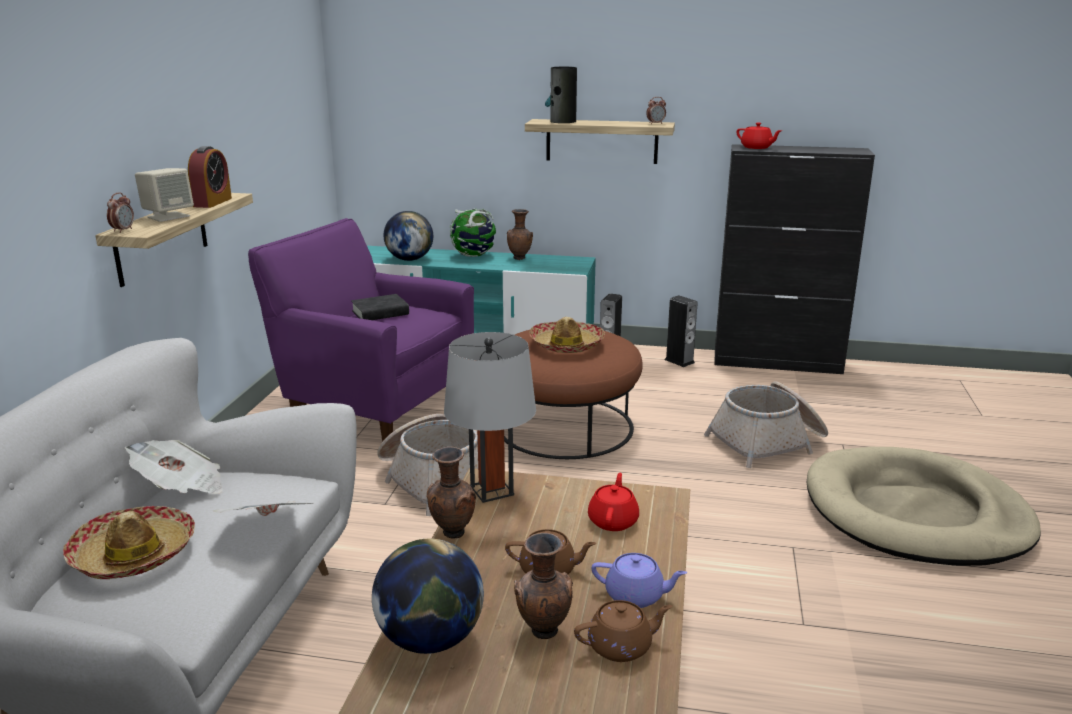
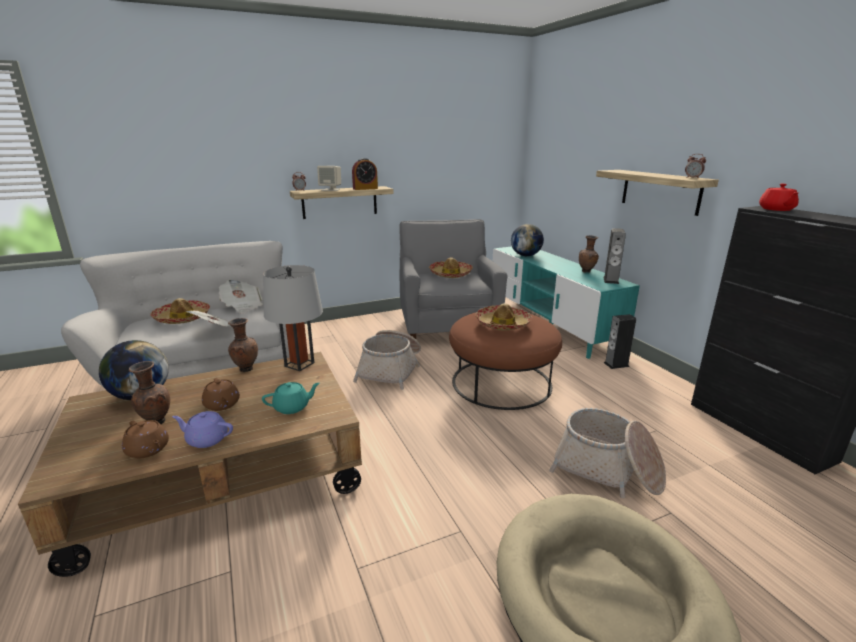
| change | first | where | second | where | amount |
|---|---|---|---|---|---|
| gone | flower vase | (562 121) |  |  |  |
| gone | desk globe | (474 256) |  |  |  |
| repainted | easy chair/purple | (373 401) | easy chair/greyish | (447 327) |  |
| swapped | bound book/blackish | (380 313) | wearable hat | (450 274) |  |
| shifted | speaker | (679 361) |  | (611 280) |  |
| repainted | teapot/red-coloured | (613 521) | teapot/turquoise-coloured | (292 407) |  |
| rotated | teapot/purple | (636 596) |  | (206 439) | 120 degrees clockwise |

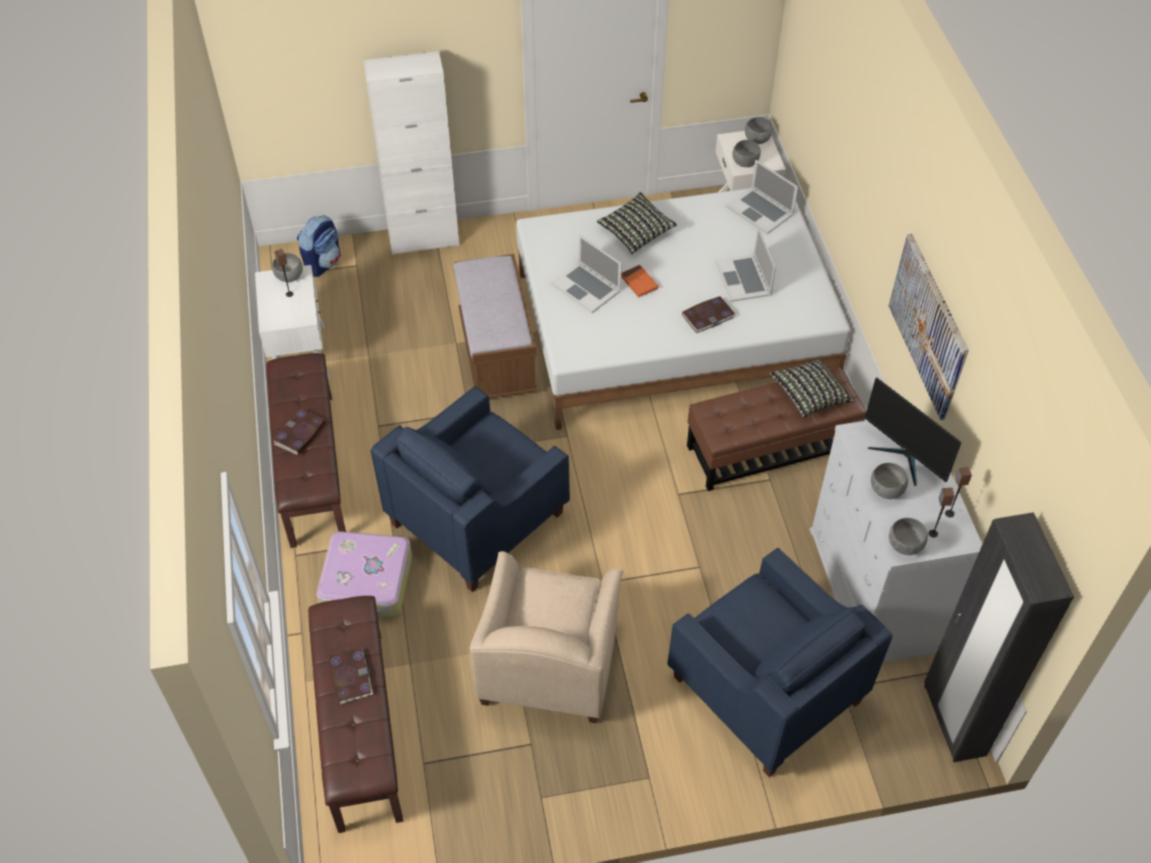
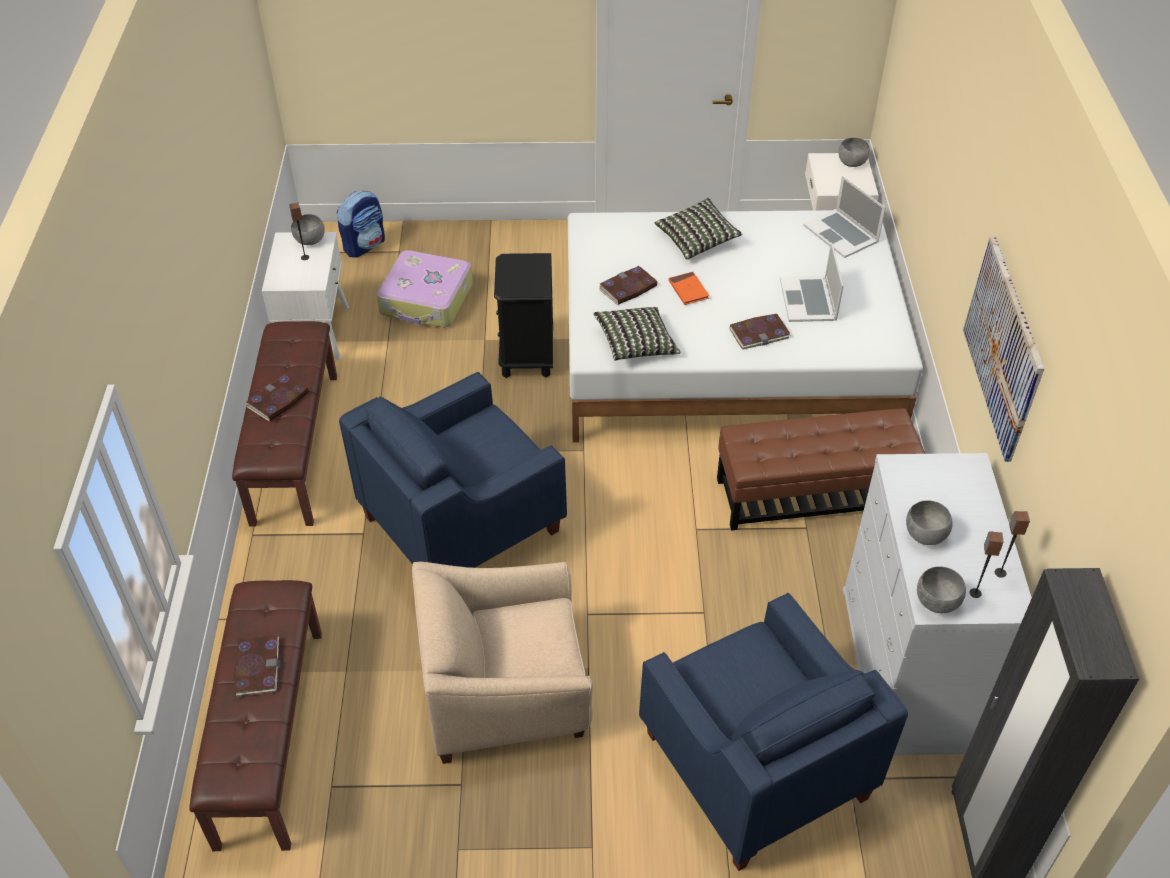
| change | first | where | second | where | amount |
|---|---|---|---|---|---|
| gone | cupboard/white | (424 239) |  |  |  |
| gone | bowl/greyish | (745 163) |  |  |  |
| swapped | laptop | (586 287) | bound book | (628 288) |  |
| swapped | bench/brownish | (497 353) | night table/blackish | (527 356) |  |
| shifted | cushion | (809 396) |  | (635 344) |  |
| gone | computer screen | (904 457) |  |  |  |
| shifted | piece of luggage | (367 584) |  | (427 300) |  |
| rotated | easy chair/beige-coloured | (549 661) |  | (505 693) | 60 degrees clockwise |

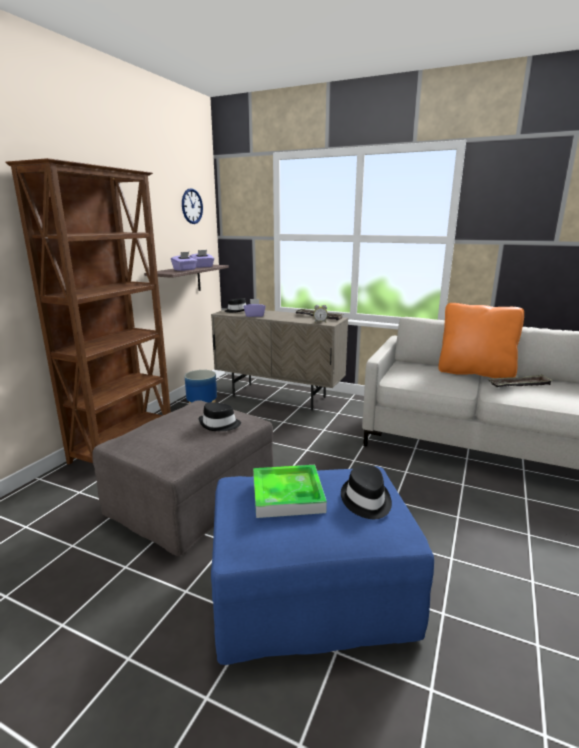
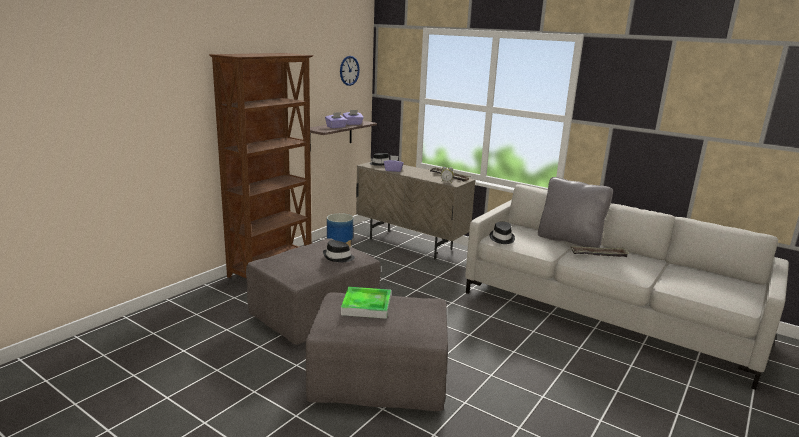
| change | first | where | second | where | amount |
|---|---|---|---|---|---|
| repainted | cushion/orangey | (475 373) | cushion/greyish | (569 240) |  |
| shifted | wearable hat/blackish | (366 500) |  | (502 238) |  |
| repainted | footrest/blue | (311 591) | footrest/greyish | (379 377) |  |

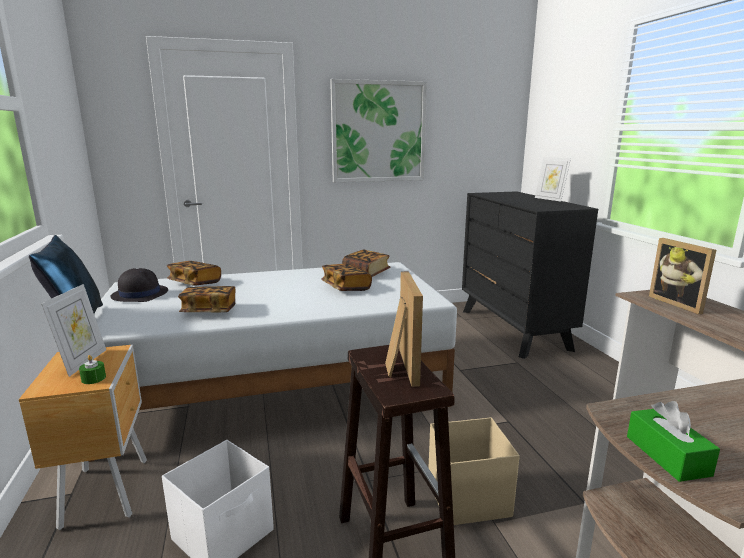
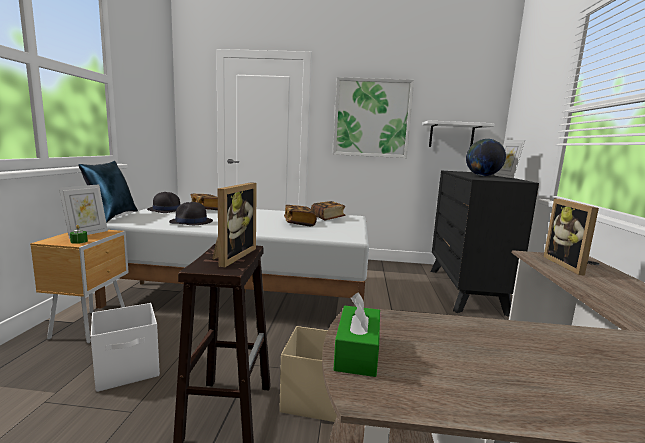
| change | first | where | second | where | amount |
|---|---|---|---|---|---|
| swapped | bound book | (209 311) | wearable hat/blackish | (191 222) |  |
| new |  |  | wall shelf/white | (451 135) |  |
| new |  |  | desk globe | (482 176) |  |

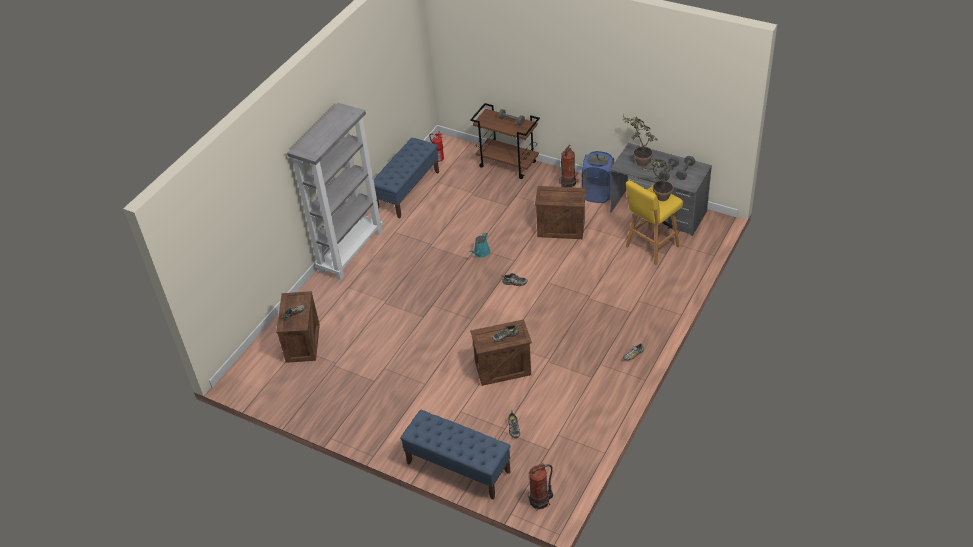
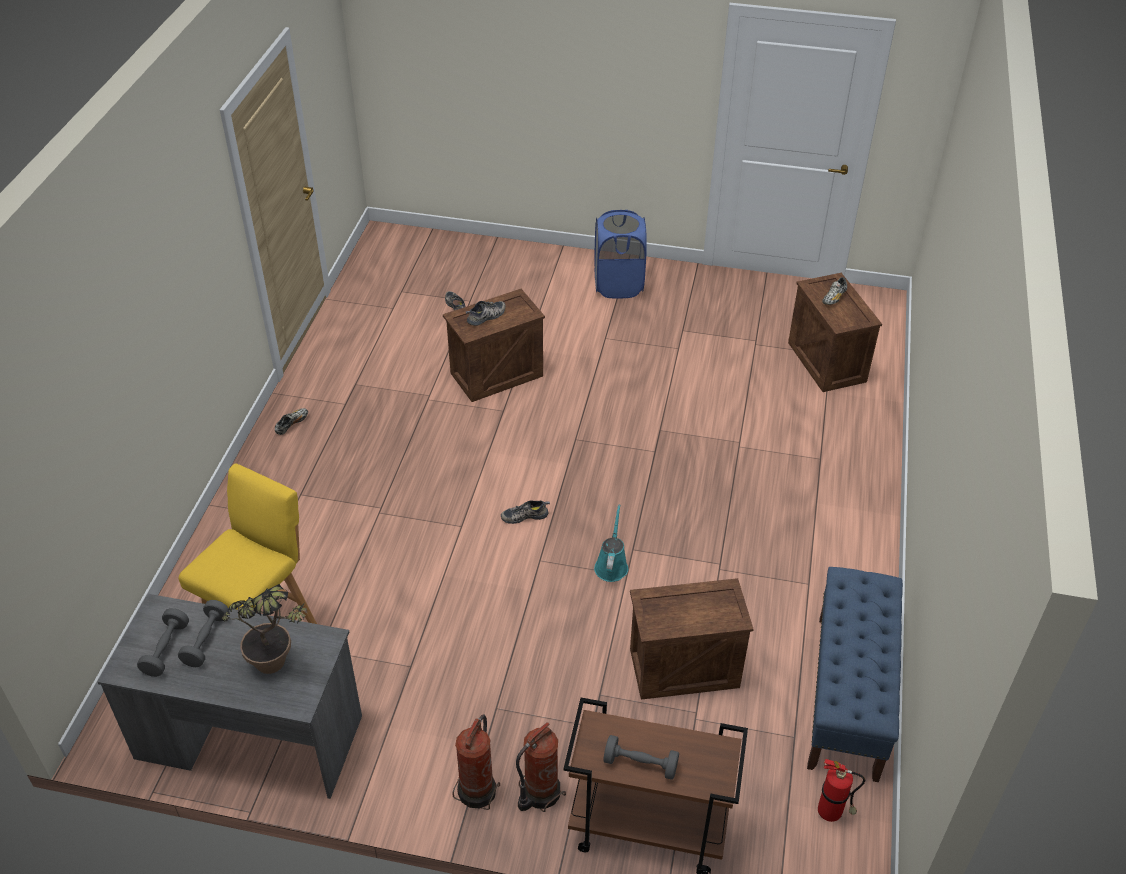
| change | first | where | second | where | amount |
|---|---|---|---|---|---|
| gone | bookshelf/greyish | (351 251) |  |  |  |
| shifted | laundry basket/blue | (597 194) |  | (618 285) |  |
| gone | plant in a pot | (658 198) |  |  |  |
| shifted | packing crate | (560 229) |  | (684 667) |  |
| gone | bench/blue | (458 467) |  |  |  |
| shifted | fire extinguisher | (540 500) |  | (539 793) |  |

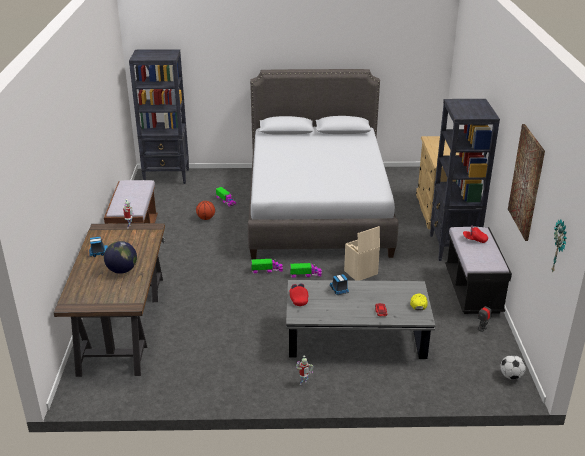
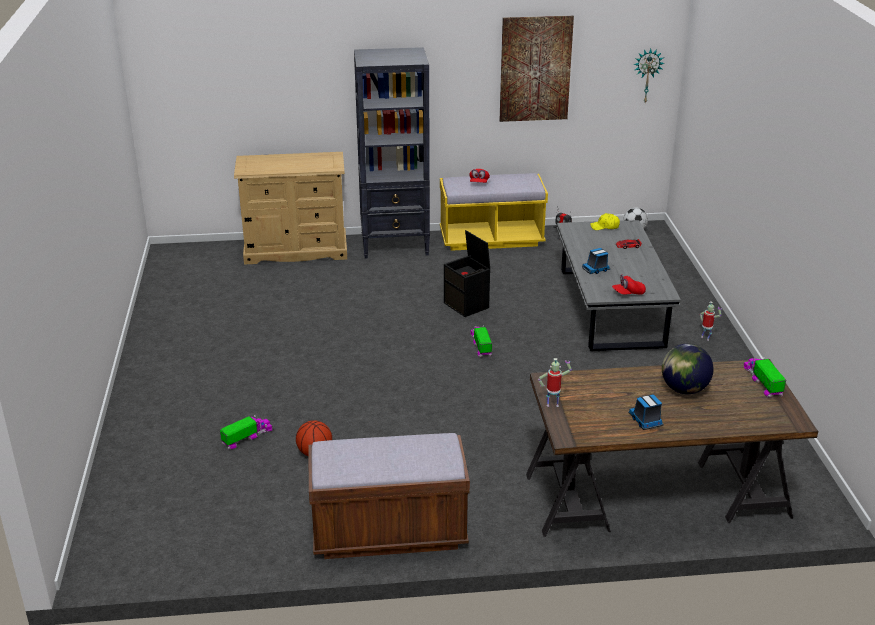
| change | first | where | second | where | amount |
|---|---|---|---|---|---|
| gone | bookshelf/blackish | (167 177) |  |  |  |
| gone | bed/greyish | (317 209) |  |  |  |
| repainted | storage container/beige-coloured | (360 273) | storage container/blackish | (467 305) |  |
| repainted | bench/blackish | (473 291) | bench/yellow-coloured | (491 239) |  |
| shifted | toy truck | (267 270) |  | (762 382) |  |

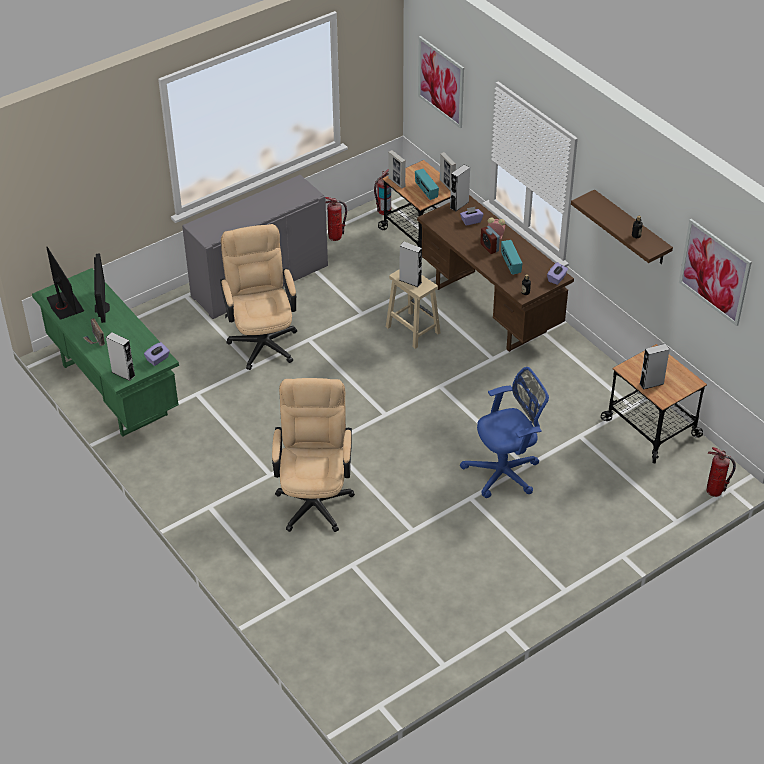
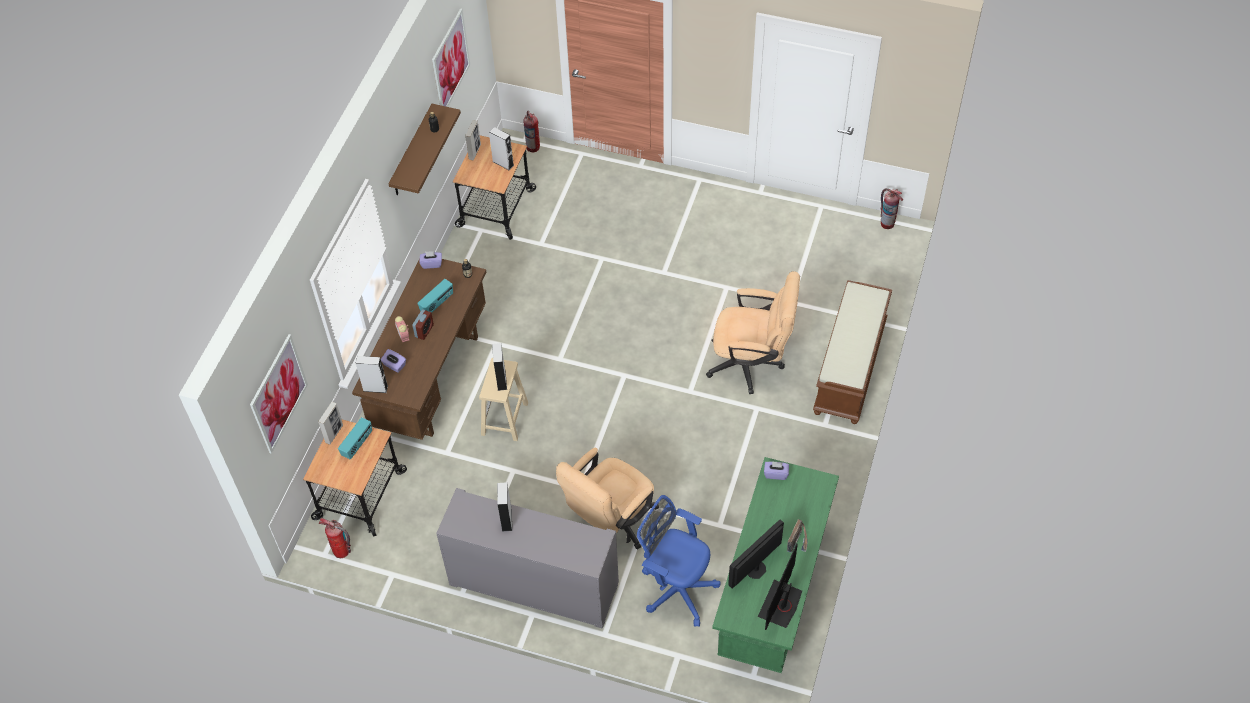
| change | first | where | second | where | amount |
|---|---|---|---|---|---|
| shifted | picture frame | (396 182) |  | (474 152) |  |
| shifted | fire extinguisher | (335 237) |  | (887 223) |  |
| shifted | speaker/greyish | (123 374) |  | (506 519) |  |
| shifted | computer chair/blue | (505 472) |  | (676 588) |  |
| rotated | computer chair/beige-coloured | (315 497) |  | (751 364) | 135 degrees counterclockwise |
| new |  |  | bench/brownish | (850 368) |  |

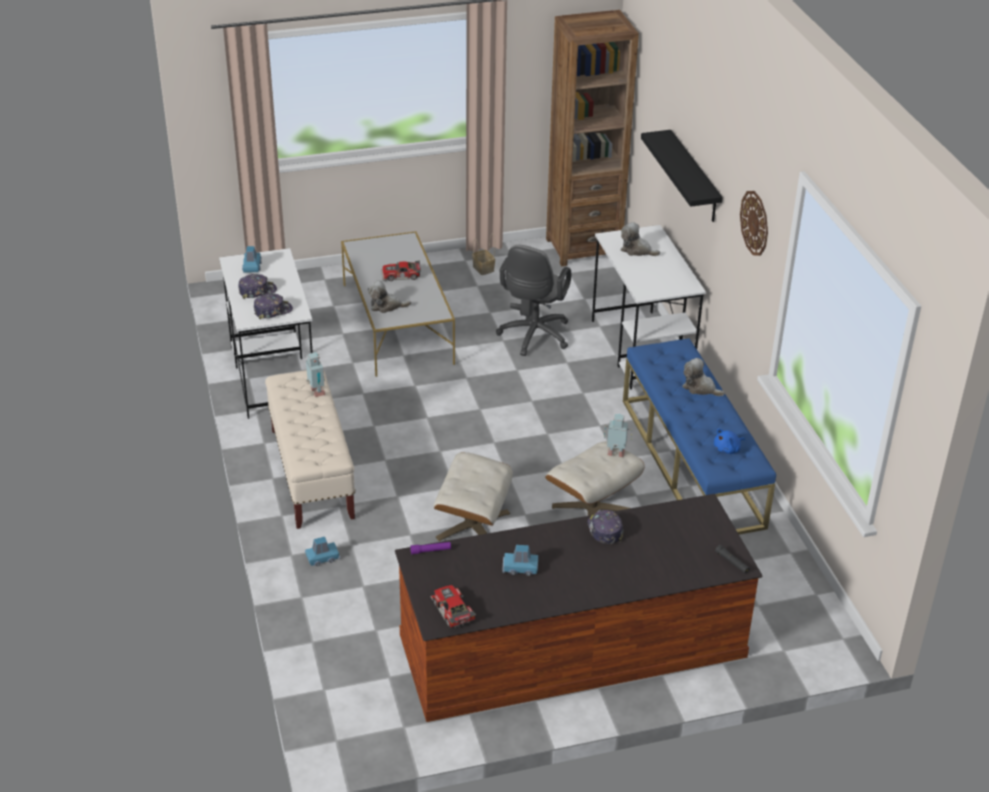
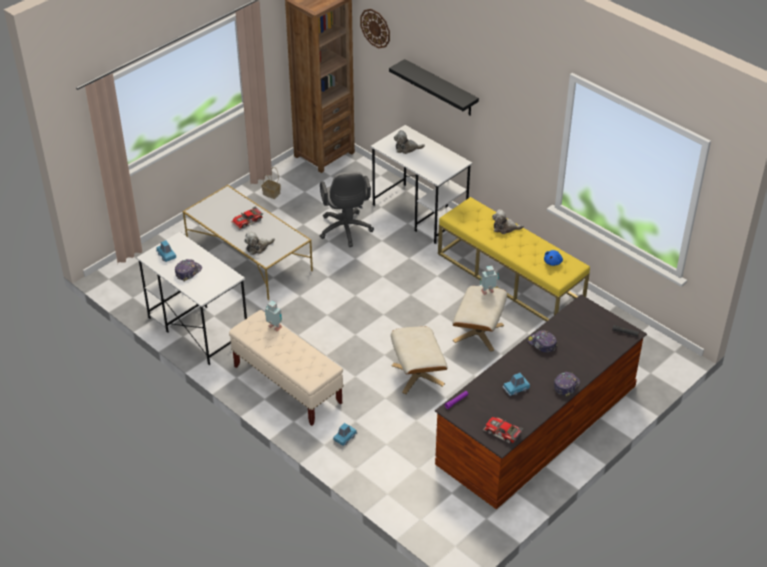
| change | first | where | second | where | amount |
|---|---|---|---|---|---|
| shifted | wall clock | (755 223) |  | (375 28) |  |
| shifted | cap | (272 311) |  | (566 385) |  |
| repainted | bench/blue | (691 462) | bench/yellow-coloured | (510 278) |  |

